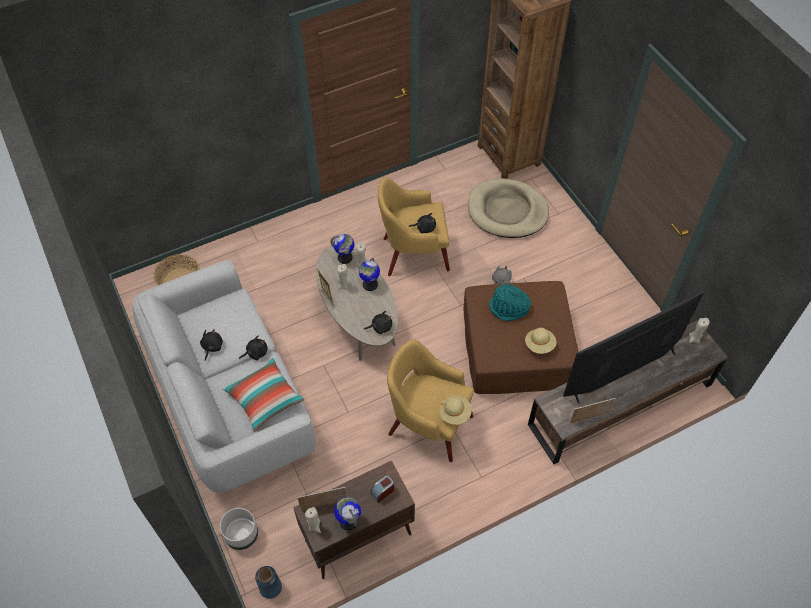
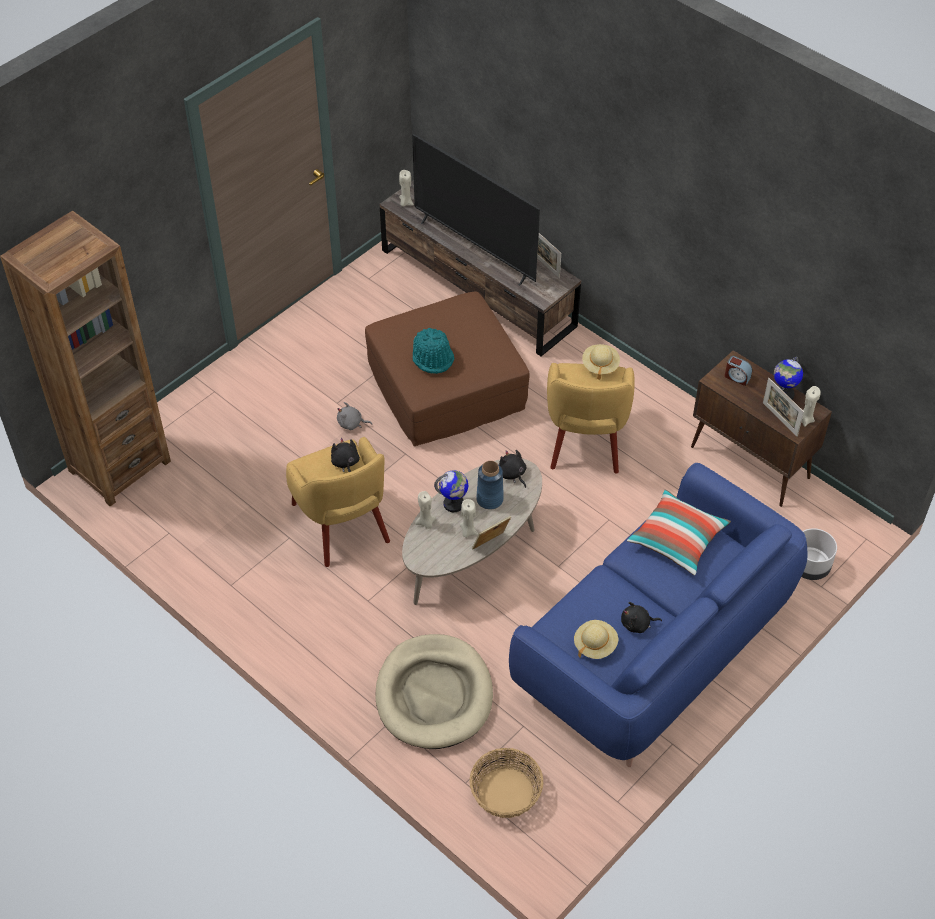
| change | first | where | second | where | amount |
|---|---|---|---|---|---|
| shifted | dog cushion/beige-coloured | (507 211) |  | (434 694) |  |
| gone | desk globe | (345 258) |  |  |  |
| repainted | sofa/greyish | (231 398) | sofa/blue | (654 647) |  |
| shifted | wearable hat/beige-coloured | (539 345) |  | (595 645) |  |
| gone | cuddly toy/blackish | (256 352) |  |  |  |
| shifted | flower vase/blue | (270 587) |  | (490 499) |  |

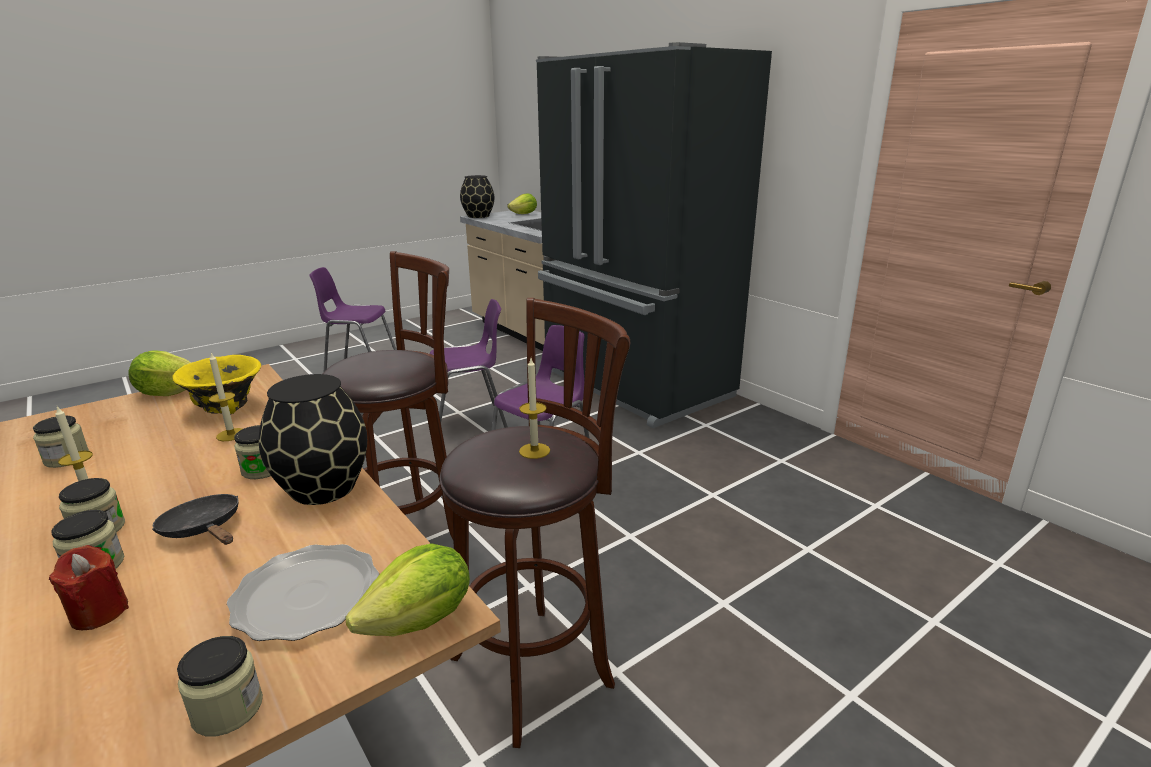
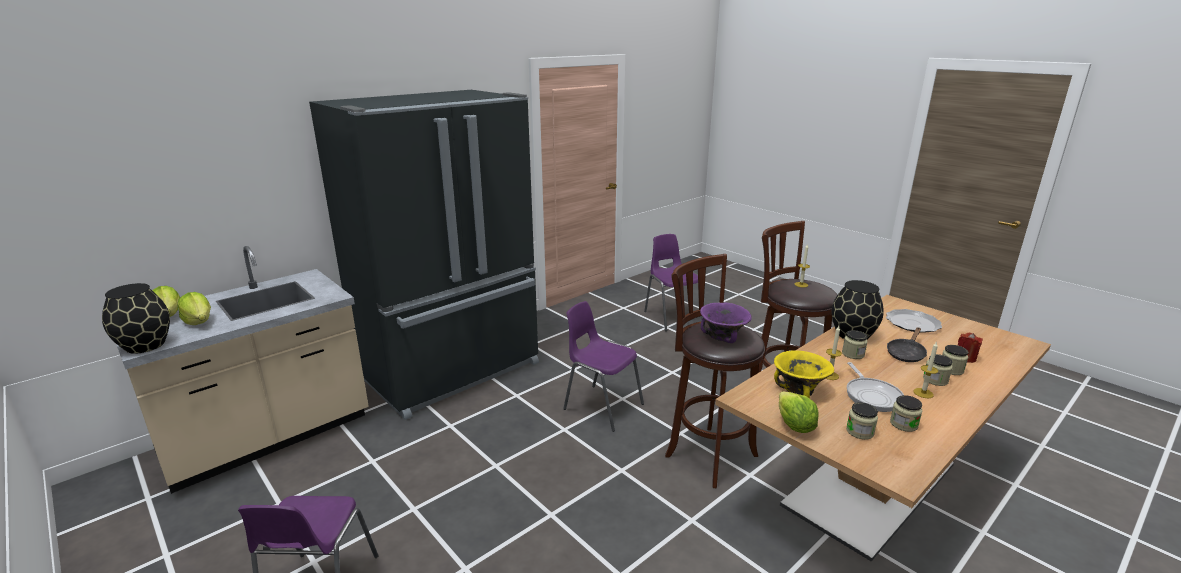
| change | first | where | second | where | amount |
|---|---|---|---|---|---|
| shifted | plain chair/purple | (469 421) |  | (672 317) |  |
| shifted | head of lettuce | (421 621) |  | (199 321) |  |
| shifted | storage jar | (227 709) |  | (860 432) |  |
| new |  |  | bowl/purple | (722 337) |  |
| new |  |  | frying pan | (872 396) |  |

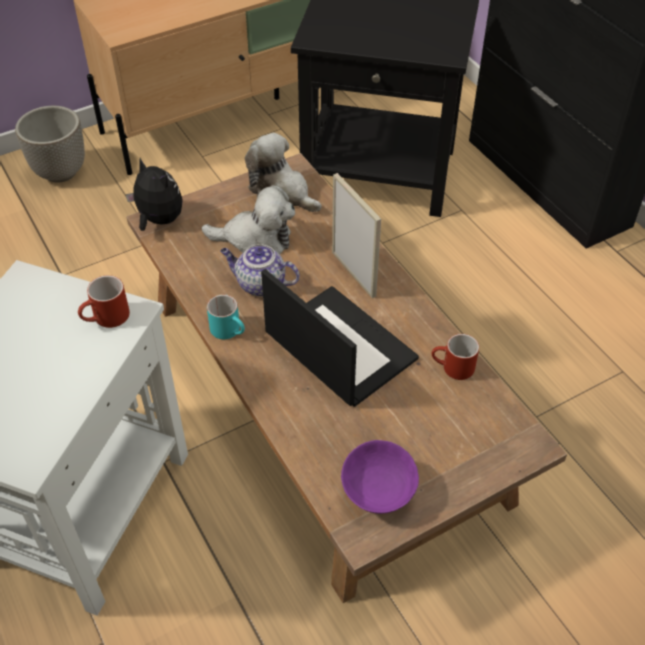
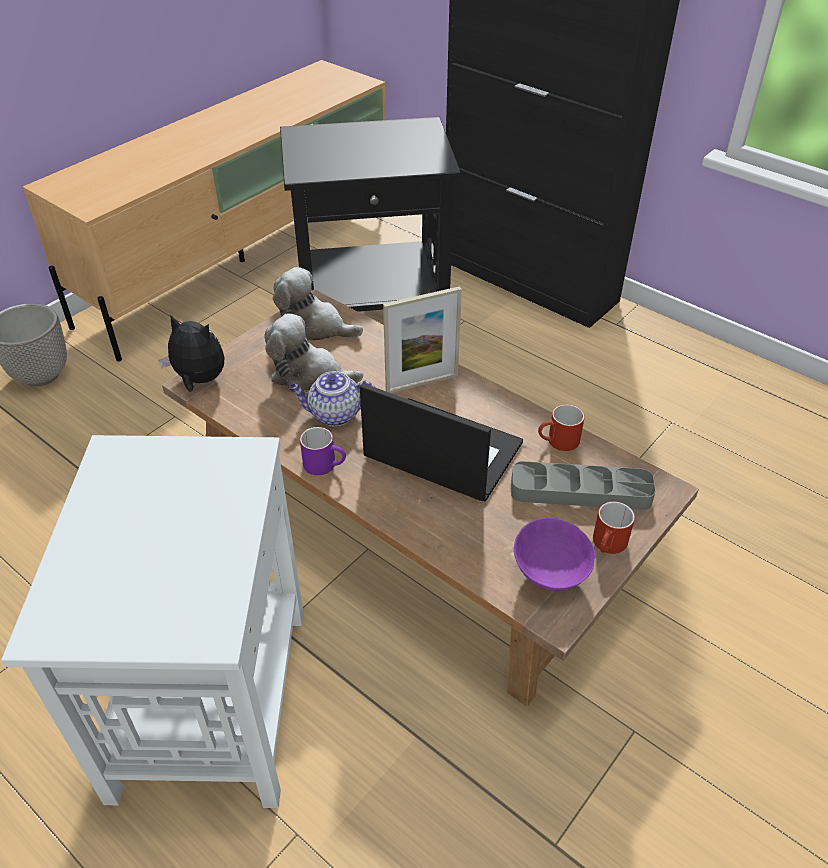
| change | first | where | second | where | amount |
|---|---|---|---|---|---|
| rotated | picture frame | (353 274) |  | (422 383) | 120 degrees clockwise |
| rotated | cuddly toy | (255 239) |  | (309 375) | 150 degrees counterclockwise |
| shifted | tea mug/red-coloured | (106 319) |  | (608 546) |  |
| repainted | tea mug/turquoise-coloured | (230 330) | tea mug/purple | (325 464) |  |
| new |  |  | carrying tray/greyish | (580 491) |  |

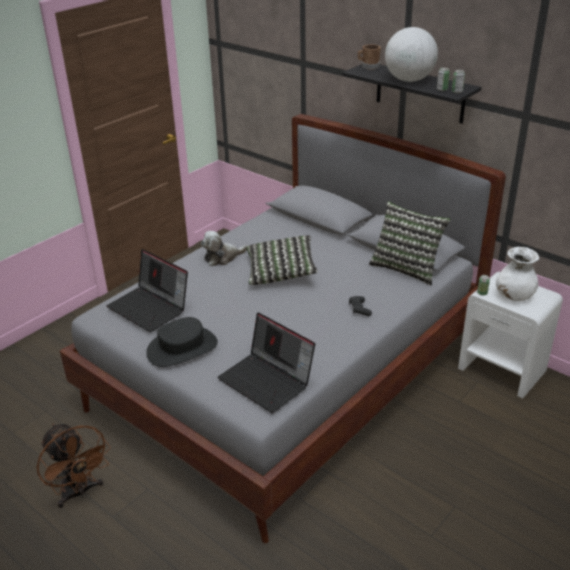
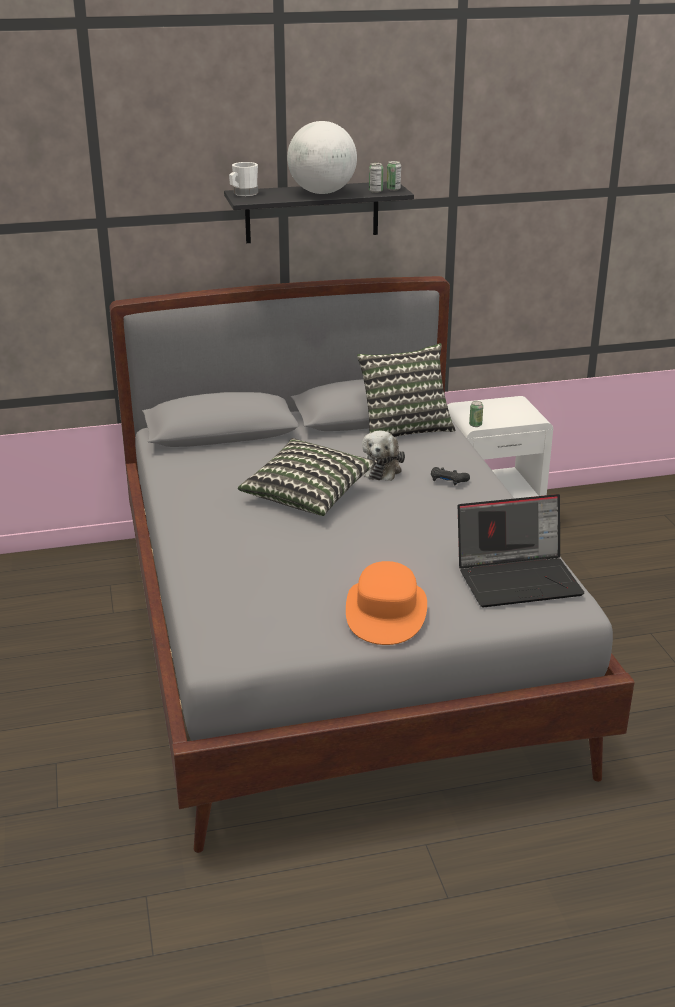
| change | first | where | second | where | amount |
|---|---|---|---|---|---|
| repainted | tea mug/brownish | (368 66) | tea mug/white | (243 193) |  |
| shifted | cuddly toy | (222 258) |  | (381 468) |  |
| gone | flower vase/white | (514 296) |  |  |  |
| gone | laptop | (150 308) |  |  |  |
| repainted | wearable hat/blackish | (182 348) | wearable hat/orangey | (386 612) |  |
| gone | electric fan/brownish | (79 493) |  |  |  |

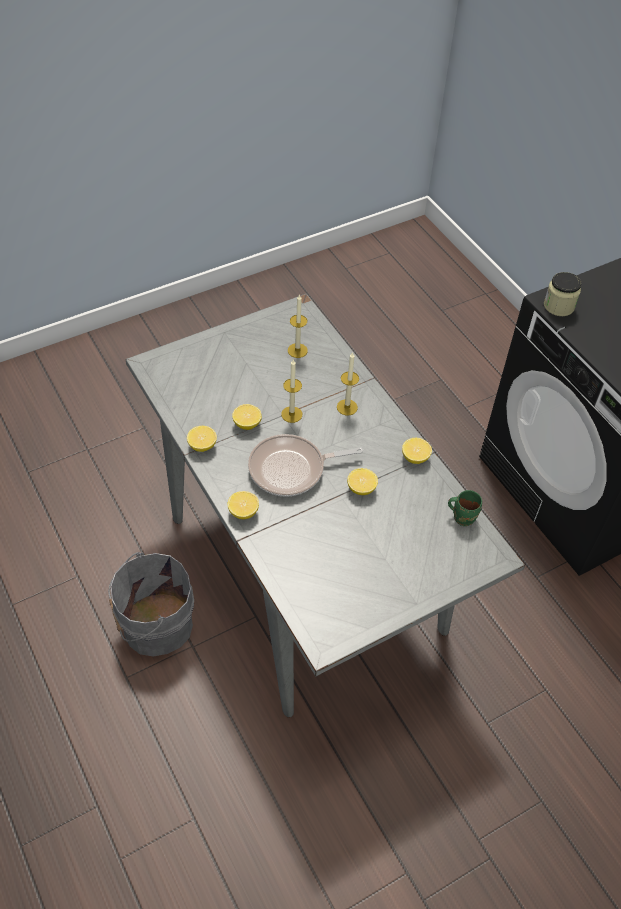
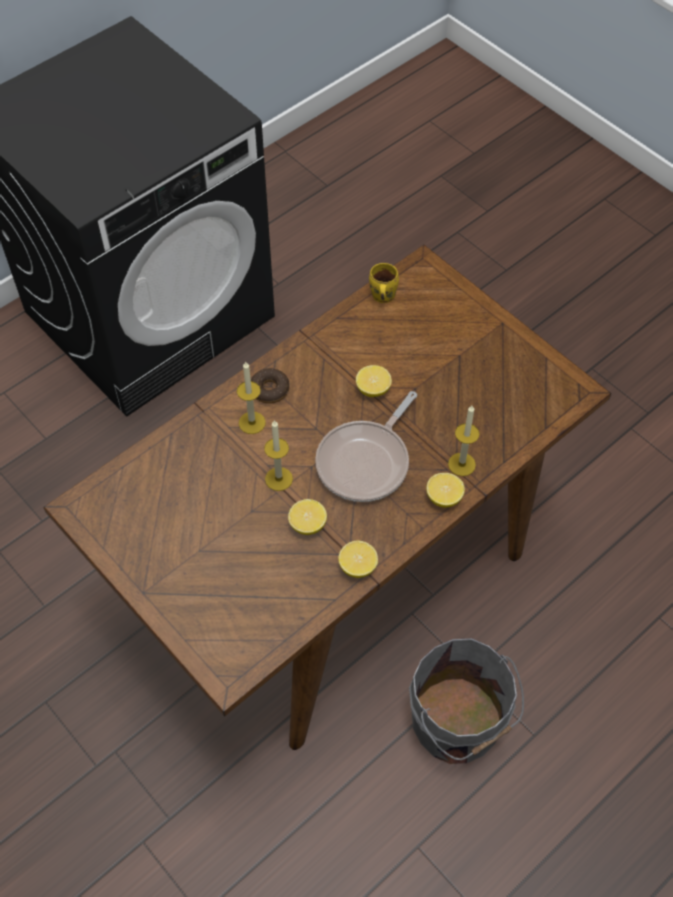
| change | first | where | second | where | amount |
|---|---|---|---|---|---|
| gone | storage jar | (558 306) |  |  |  |
| repainted | kitchen table/greyish | (303 570) | kitchen table/brownish | (336 575) |  |
| shifted | wax light | (297 350) |  | (461 464) |  |
| rotated | frying pan | (291 469) |  | (366 462) | 60 degrees clockwise |
| gone | citrus fruit | (415 457) |  |  |  |
| repainted | tea mug/green | (463 516) | tea mug/yellow-coloured | (381 296) |  |
| new |  |  | doughnut | (269 389) |  |

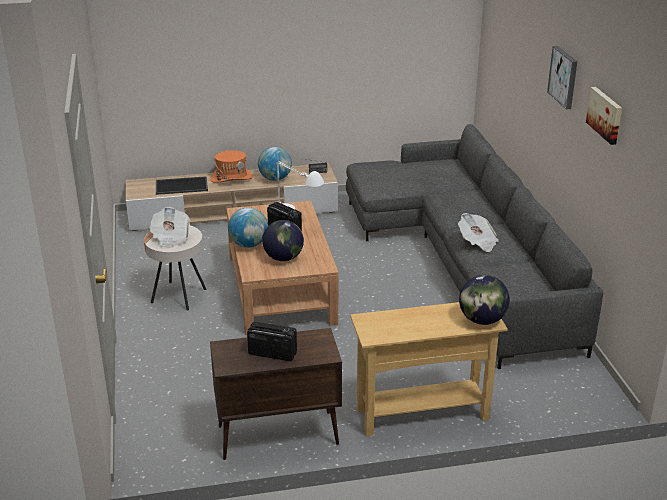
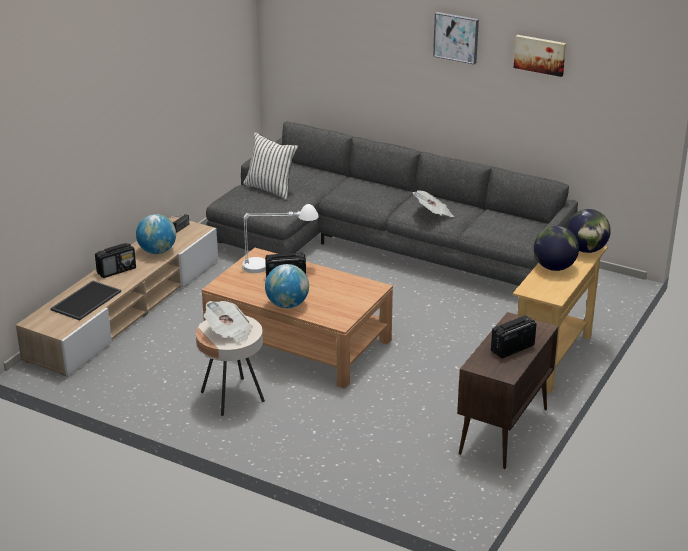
| change | first | where | second | where | amount |
|---|---|---|---|---|---|
| swapped | wearable hat/orangey | (231 178) | radio | (117 270) |  |
| shifted | desk globe | (283 258) |  | (554 267) |  |
| new |  |  | cushion/white | (271 189) |  |

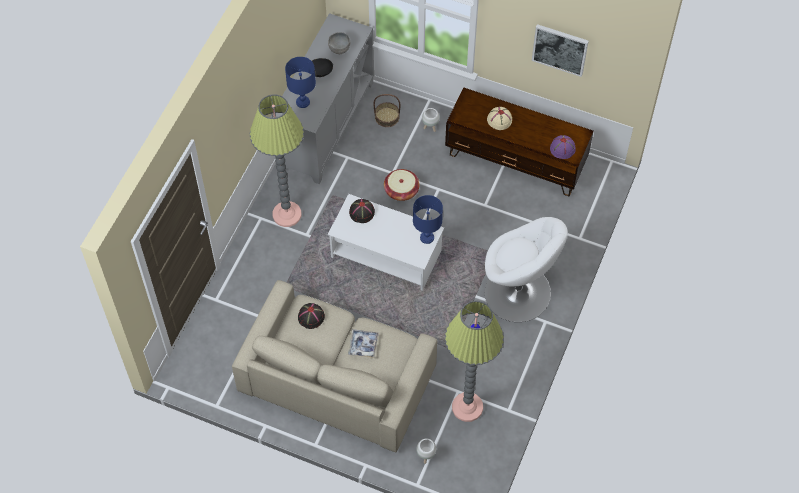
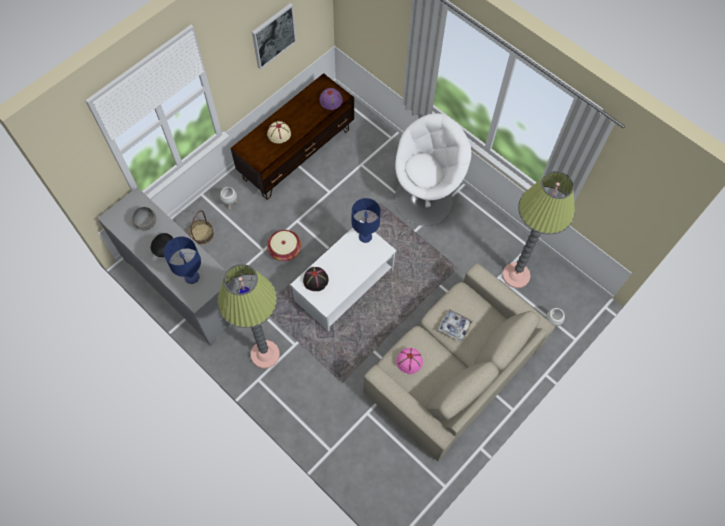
| change | first | where | second | where | amount |
|---|---|---|---|---|---|
| repainted | wearable hat/blackish | (311 317) | wearable hat/pinkish | (409 361) |  |

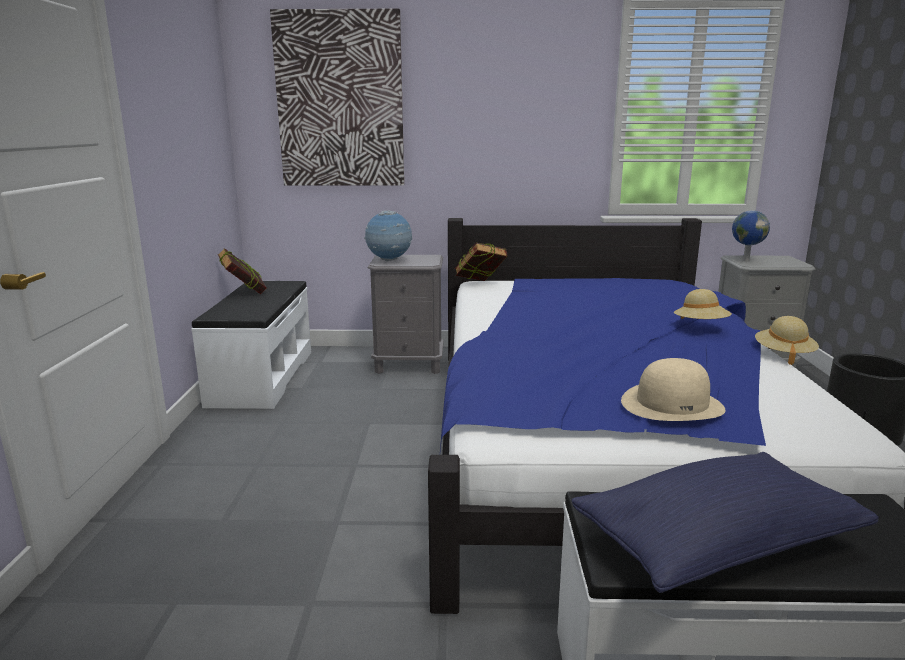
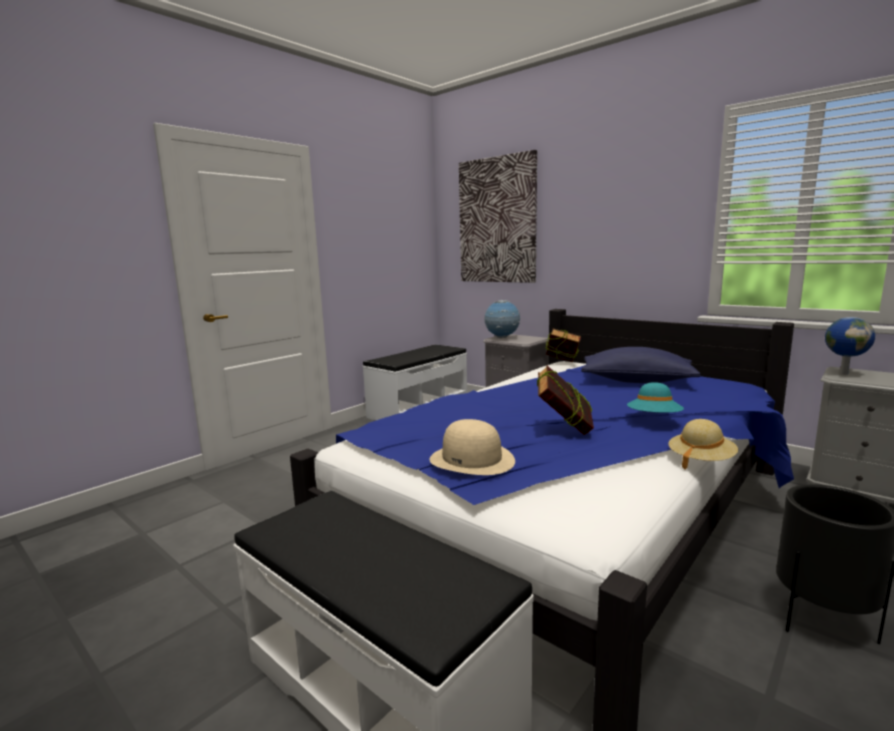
| change | first | where | second | where | amount |
|---|---|---|---|---|---|
| shifted | bound book | (244 293) |  | (564 429) |  |
| repainted | wearable hat/beige-coloured | (700 326) | wearable hat/turquoise-coloured | (654 419) |  |
| shifted | cushion/blue | (716 544) |  | (636 381) |  |

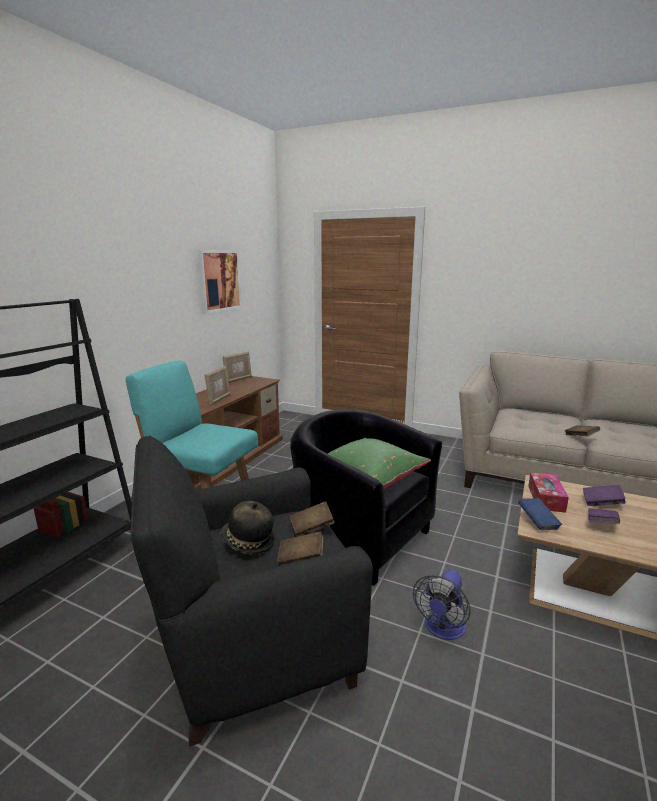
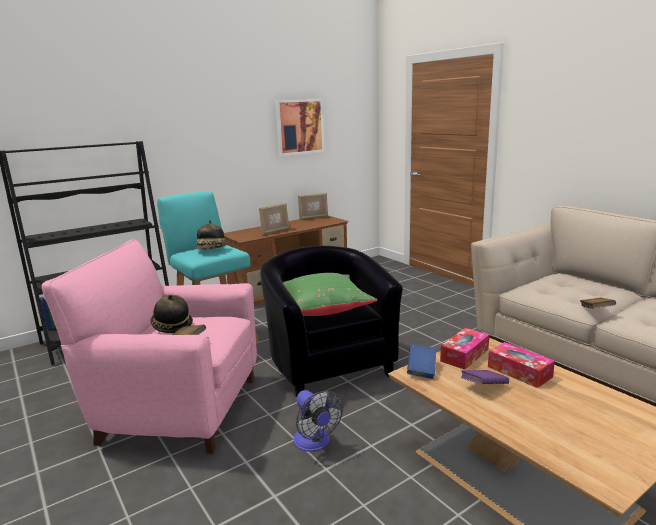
| change | first | where | second | where | amount |
|---|---|---|---|---|---|
| repainted | easy chair/blackish | (252 644) | easy chair/pinkish | (178 408) |  |
| swapped | bound book/purple | (601 503) | box of tissues | (519 372) |  |
| gone | bound book/brownish | (311 528) |  |  |  |
| rotated | electric fan | (442 629) |  | (315 443) | 90 degrees counterclockwise |
| new |  |  | wearable hat | (212 250) |  |

